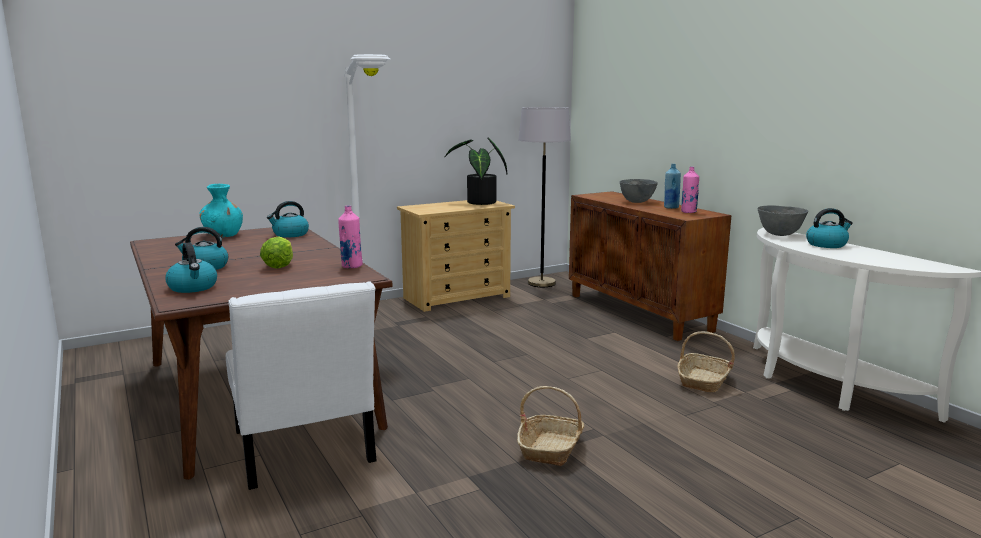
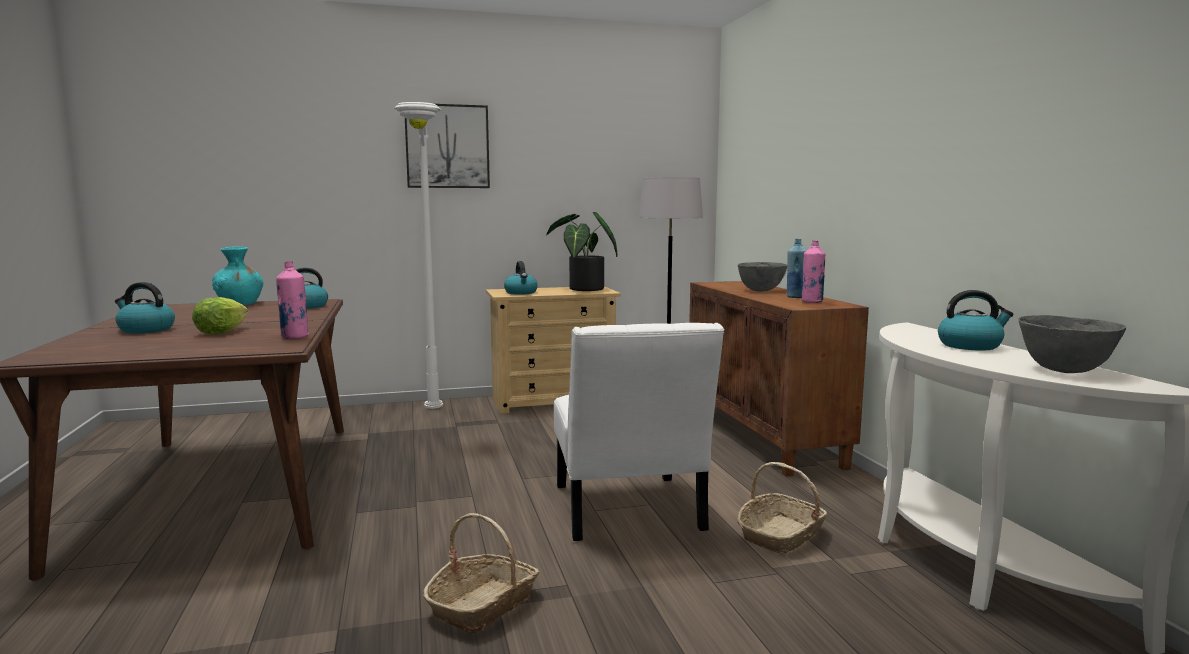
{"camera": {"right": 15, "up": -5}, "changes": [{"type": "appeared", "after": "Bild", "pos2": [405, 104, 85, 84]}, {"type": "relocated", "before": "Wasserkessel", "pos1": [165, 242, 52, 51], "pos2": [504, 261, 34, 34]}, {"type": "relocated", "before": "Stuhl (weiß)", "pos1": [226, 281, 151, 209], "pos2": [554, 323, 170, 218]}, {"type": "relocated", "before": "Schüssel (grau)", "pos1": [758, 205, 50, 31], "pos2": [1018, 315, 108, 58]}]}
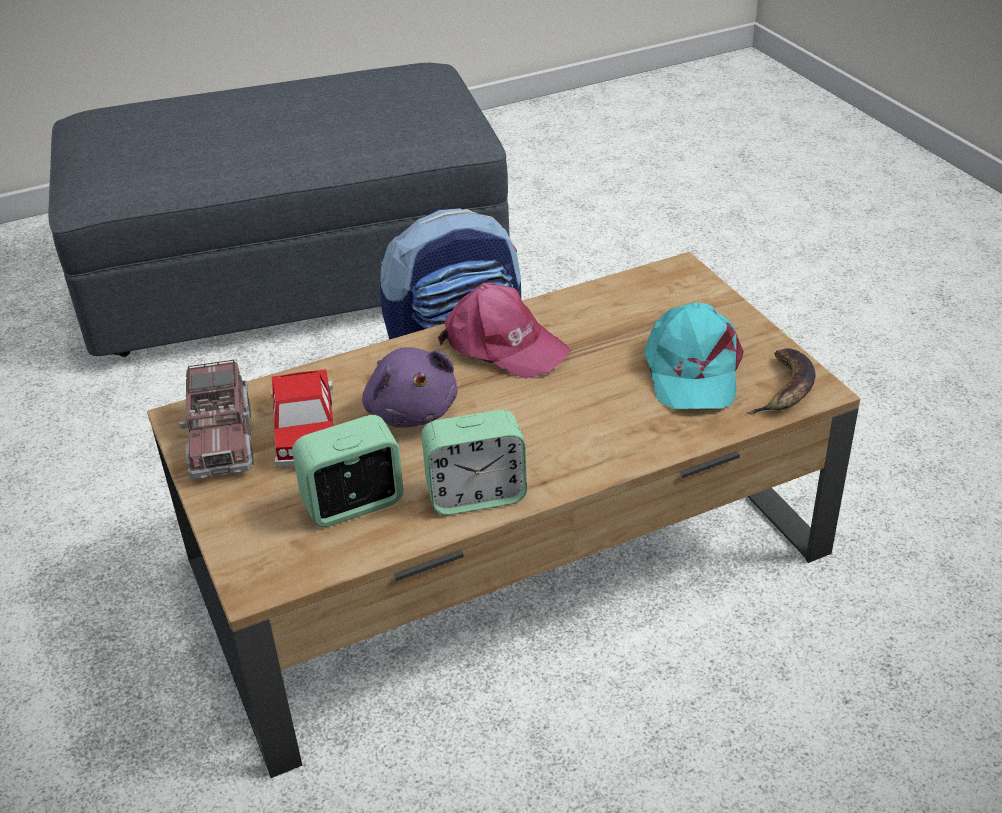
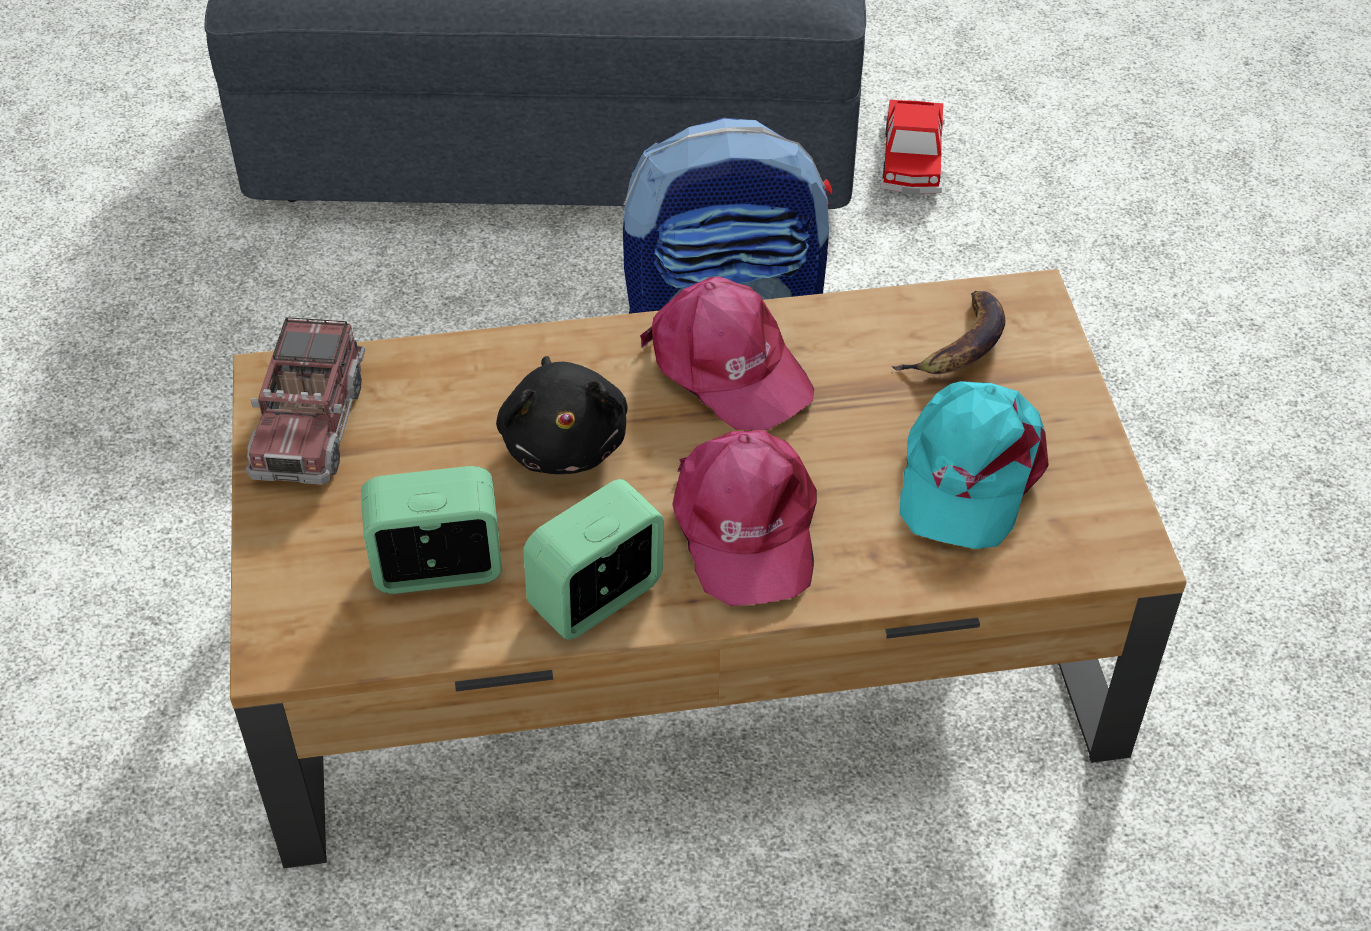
{"camera": {"right": 15, "up": 10}, "changes": [{"type": "appeared", "after": "Kappe (rosa)", "pos2": [672, 430, 145, 176]}, {"type": "relocated", "before": "Spielzeugauto", "pos1": [271, 369, 62, 98], "pos2": [880, 100, 65, 95]}, {"type": "relocated", "before": "Banane", "pos1": [747, 348, 69, 67], "pos2": [891, 291, 114, 83]}, {"type": "colour", "before": "Plüschtier (lila)", "after": "Plüschtier (schwarz)", "pos1": [362, 347, 96, 81], "pos2": [496, 356, 132, 118]}, {"type": "spun", "before": "Wecker", "pos1": [421, 410, 106, 105], "pos2": [523, 479, 141, 160], "turn": 135}]}
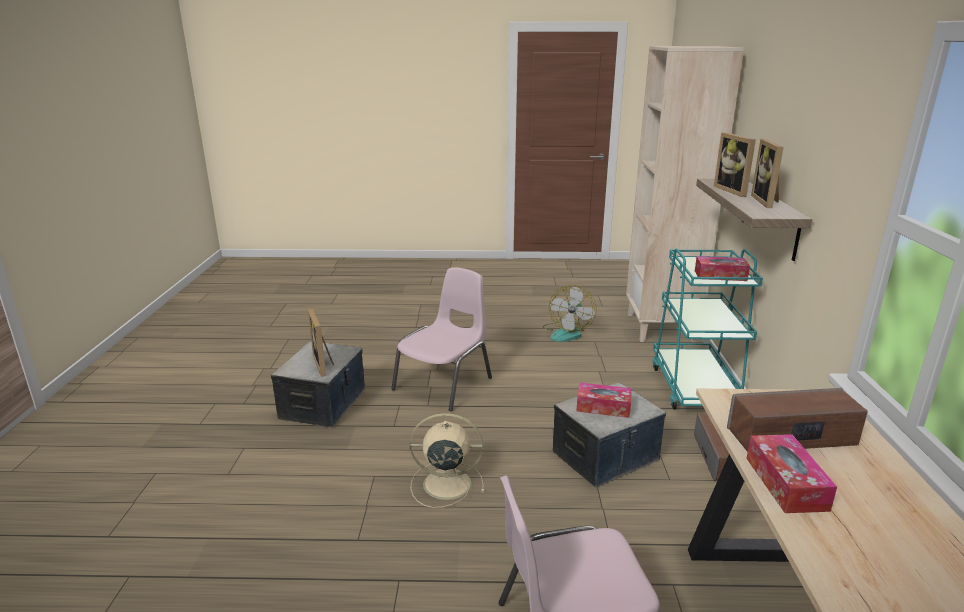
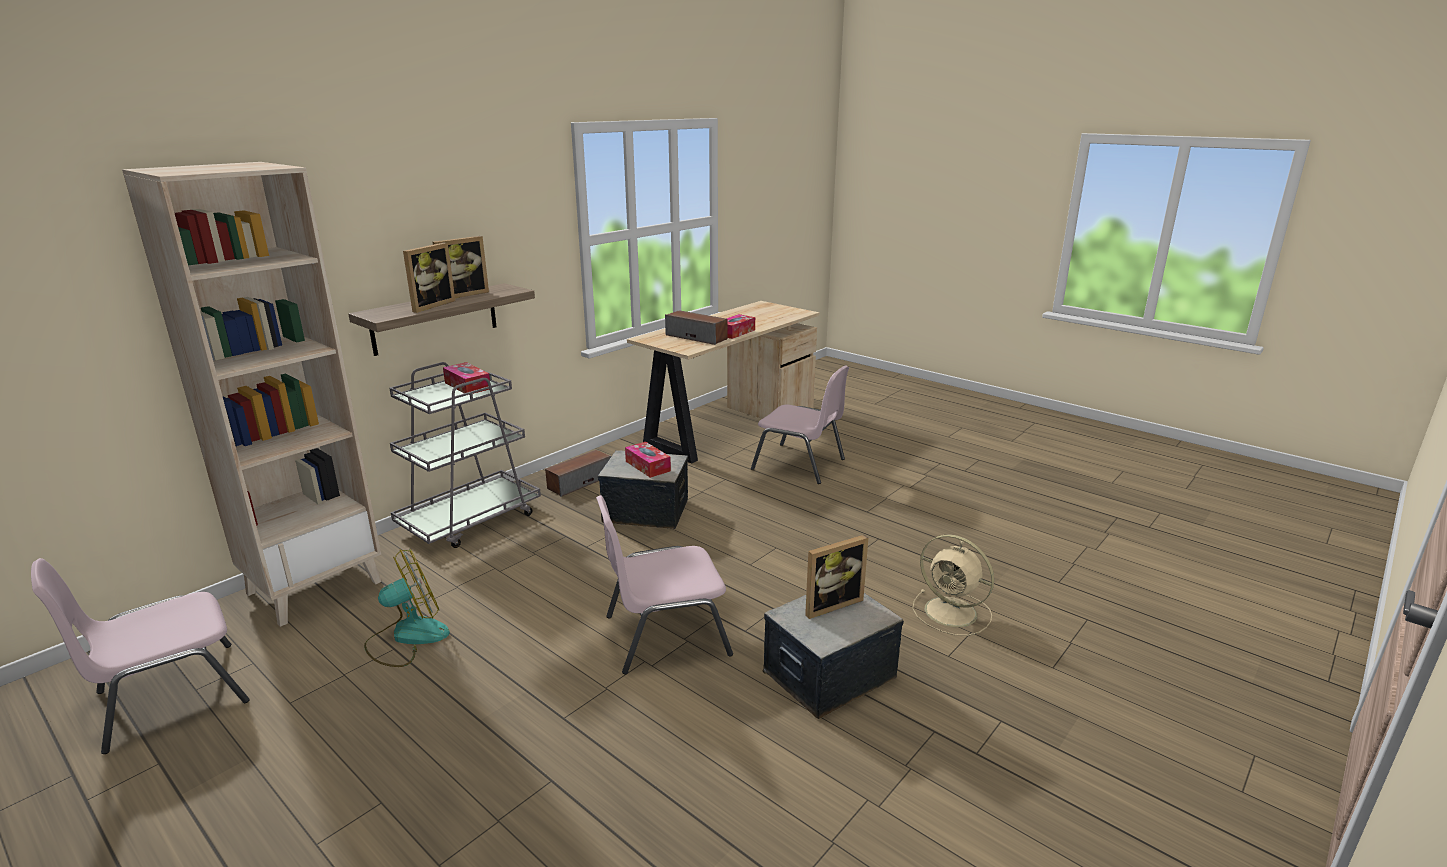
{"camera": {"right": -140, "up": 0}, "changes": [{"type": "appeared", "after": "Stuhl (rosa)", "pos2": [31, 558, 219, 196]}, {"type": "relocated", "before": "Ventilator (beige)", "pos1": [410, 413, 75, 95], "pos2": [912, 534, 82, 102]}, {"type": "colour", "before": "Rollwagen (türkis)", "after": "Rollwagen (grau)", "pos1": [652, 249, 111, 161], "pos2": [389, 362, 152, 186]}, {"type": "spun", "before": "Bilderrahmen", "pos1": [308, 308, 26, 69], "pos2": [805, 535, 63, 84], "turn": 45}]}
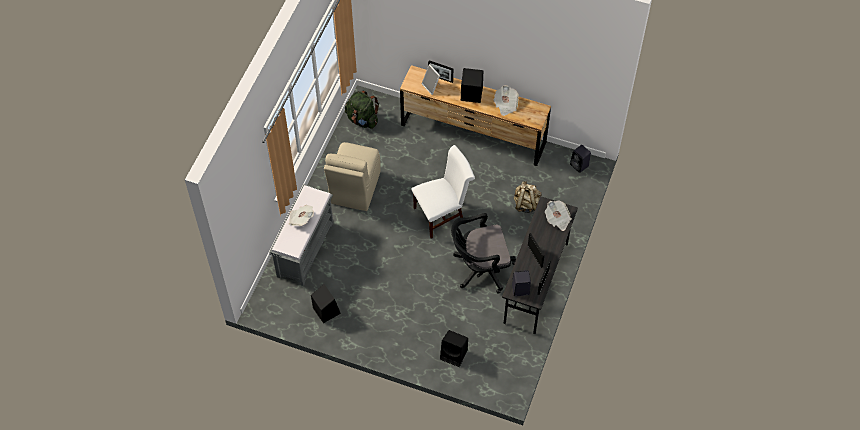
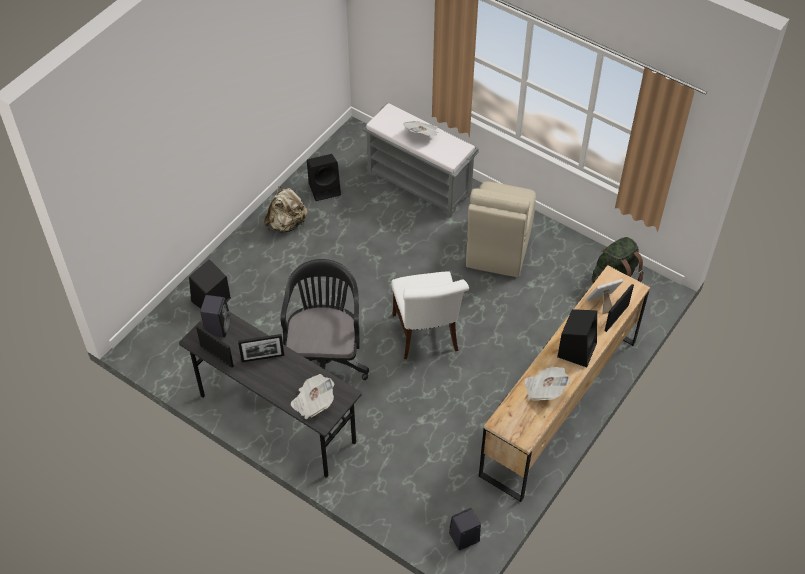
{"camera": {"right": 105, "up": -5}, "changes": [{"type": "relocated", "before": "Rucksack (beige)", "pos1": [514, 181, 27, 32], "pos2": [264, 186, 44, 46]}, {"type": "spun", "before": "Stuhl (beige)", "pos1": [324, 142, 57, 69], "pos2": [466, 181, 70, 96], "turn": -105}]}
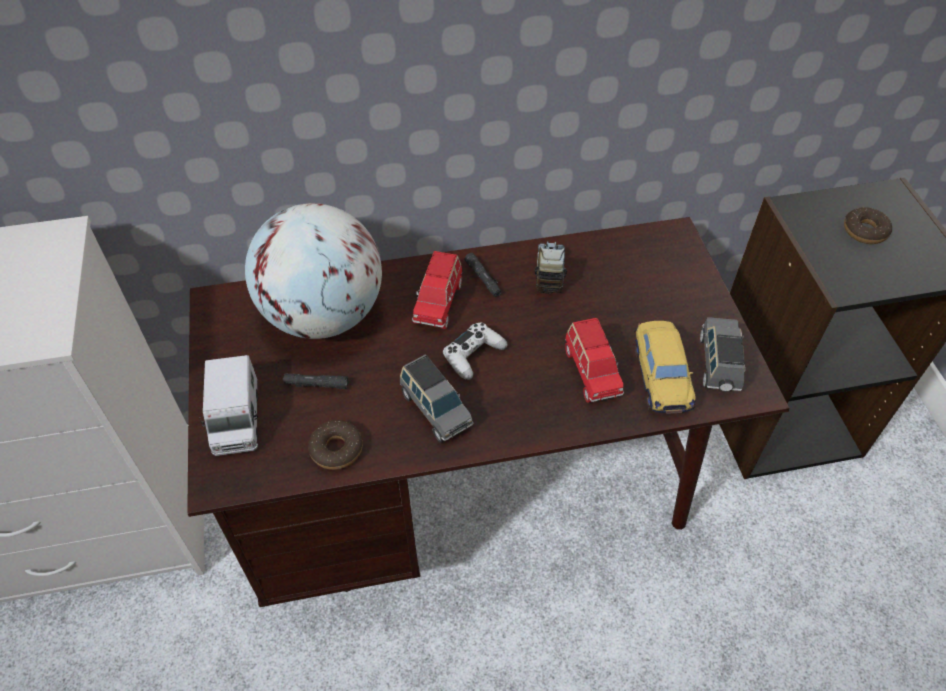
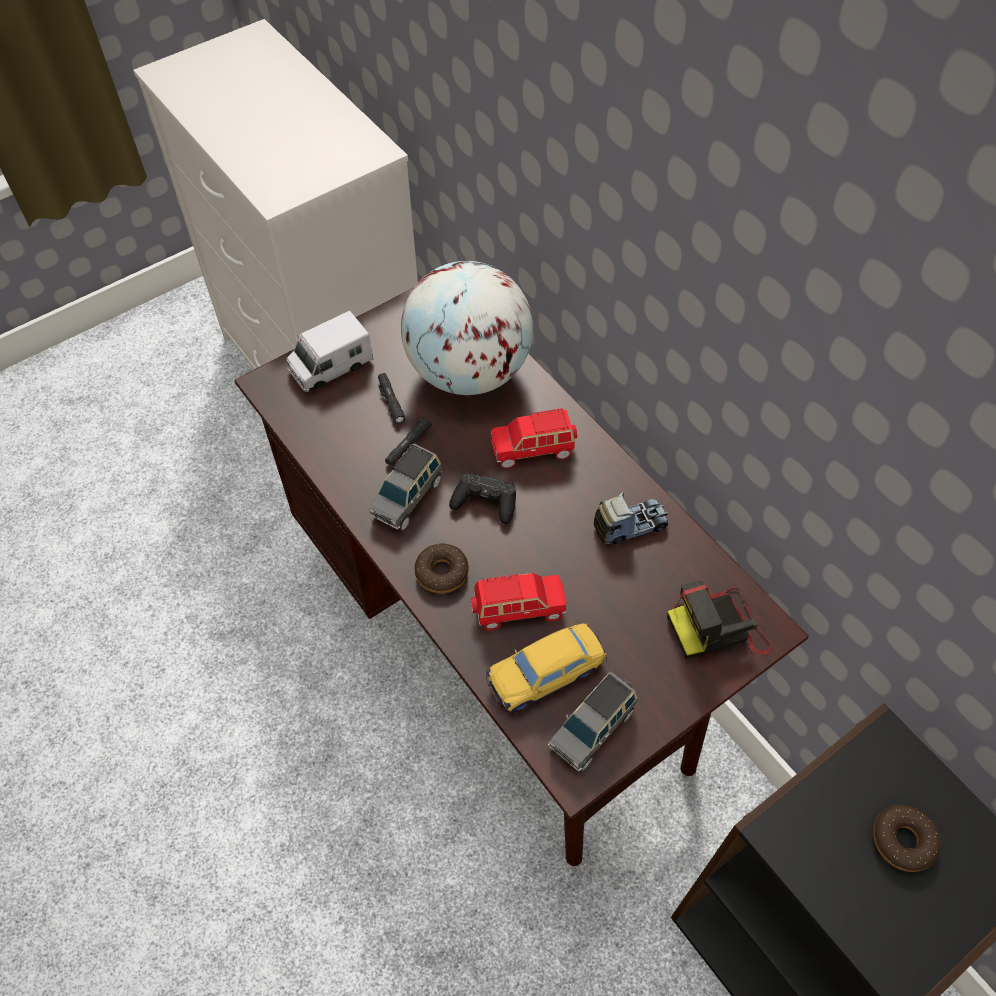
{"camera": {"right": 65, "up": 5}, "changes": [{"type": "appeared", "after": "Kamera", "pos2": [667, 581, 106, 78]}, {"type": "relocated", "before": "Donut", "pos1": [308, 420, 55, 50], "pos2": [414, 544, 55, 50]}, {"type": "relocated", "before": "Taschenlampe (schwarz)", "pos1": [464, 253, 37, 44], "pos2": [385, 417, 47, 49]}, {"type": "colour", "before": "Gamepad (weiß)", "after": "Gamepad (schwarz)", "pos1": [443, 323, 65, 57], "pos2": [449, 473, 67, 51]}, {"type": "spun", "before": "Spielzeugauto (rot)", "pos1": [565, 318, 59, 85], "pos2": [471, 573, 95, 57], "turn": -150}, {"type": "spun", "before": "Spielzeugauto (grau)", "pos1": [700, 317, 45, 74], "pos2": [548, 672, 90, 99], "turn": 150}]}
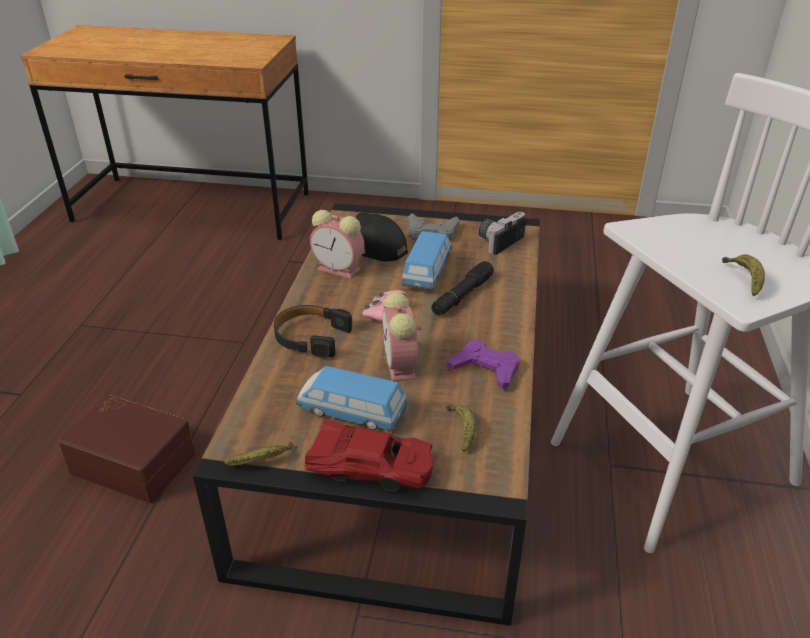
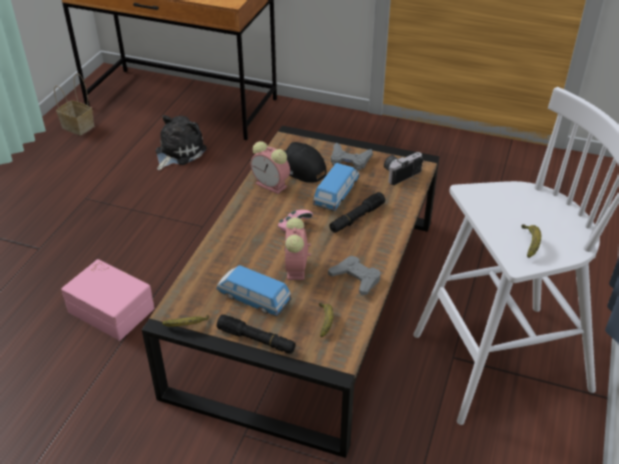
{"camera": {"right": 10, "up": 5}, "changes": [{"type": "missing", "before": "Kopfhörer (schwarz)", "pos1": [274, 305, 78, 53]}, {"type": "appeared", "after": "Korb", "pos2": [54, 73, 40, 62]}, {"type": "appeared", "after": "Plüschtier", "pos2": [156, 115, 51, 55]}, {"type": "exchanged", "before": "Spielzeugauto (rot)", "after": "Taschenlampe (schwarz)", "pos1": [305, 418, 128, 74], "pos2": [217, 315, 79, 39]}, {"type": "colour", "before": "Aufbewahrungsbox (braun)", "after": "Aufbewahrungsbox (rosa)", "pos1": [58, 395, 137, 108], "pos2": [61, 259, 94, 81]}, {"type": "colour", "before": "Gamepad (lila)", "after": "Gamepad (grau)", "pos1": [447, 340, 72, 49], "pos2": [328, 256, 53, 40]}]}
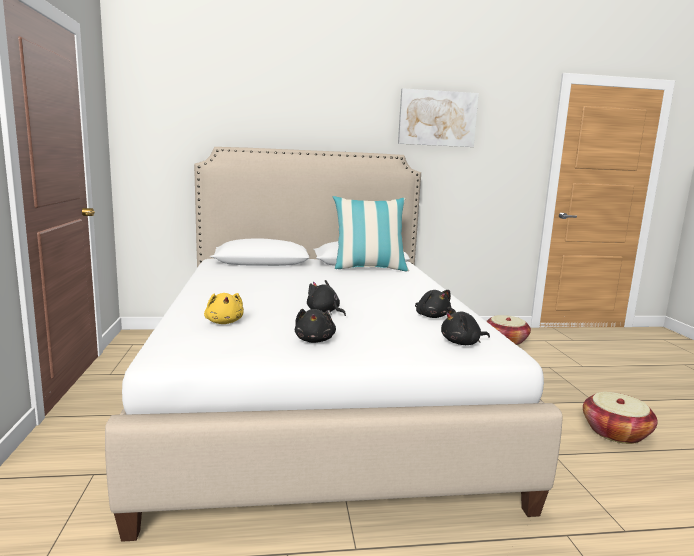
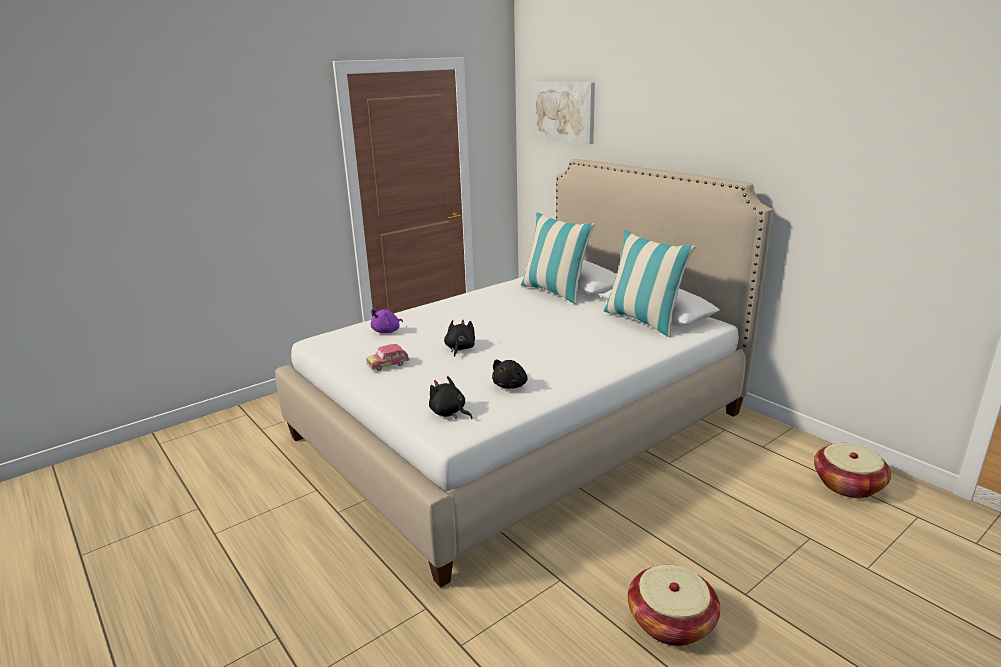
{"camera": {"right": 60, "up": 10}, "changes": [{"type": "appeared", "after": "Kissen", "pos2": [521, 212, 74, 92]}, {"type": "relocated", "before": "Bild", "pos1": [398, 88, 81, 59], "pos2": [532, 81, 63, 63]}, {"type": "exchanged", "before": "Plüschtier (schwarz)", "after": "Spielzeugauto", "pos1": [295, 309, 41, 34], "pos2": [366, 344, 44, 27]}, {"type": "colour", "before": "Plüschtier (gelb)", "after": "Plüschtier (lila)", "pos1": [204, 293, 40, 31], "pos2": [371, 309, 32, 24]}]}
